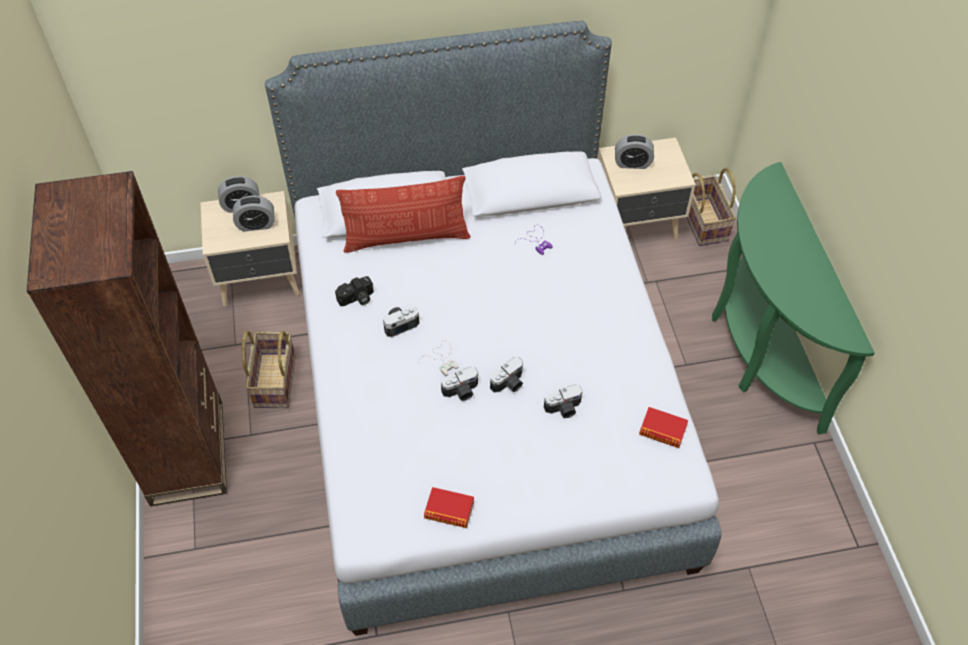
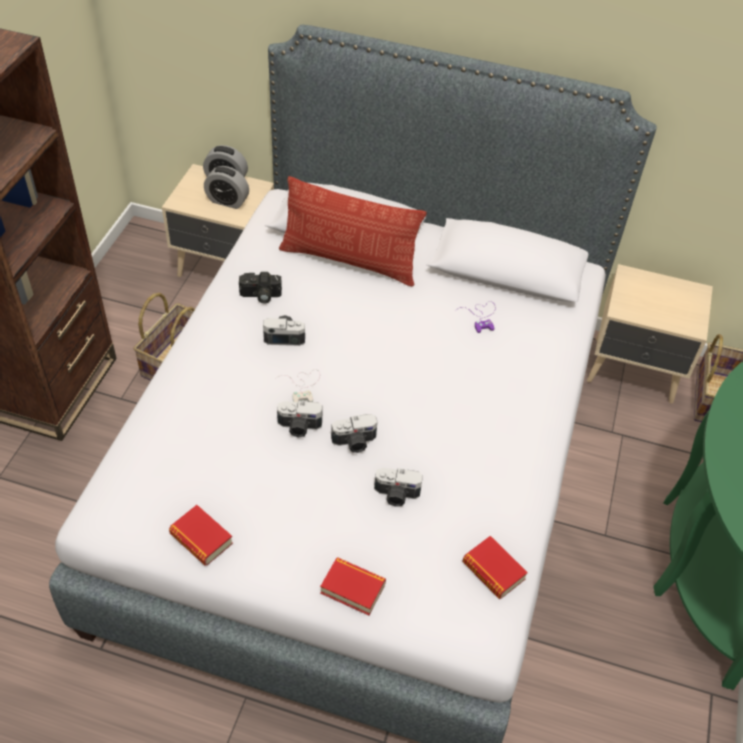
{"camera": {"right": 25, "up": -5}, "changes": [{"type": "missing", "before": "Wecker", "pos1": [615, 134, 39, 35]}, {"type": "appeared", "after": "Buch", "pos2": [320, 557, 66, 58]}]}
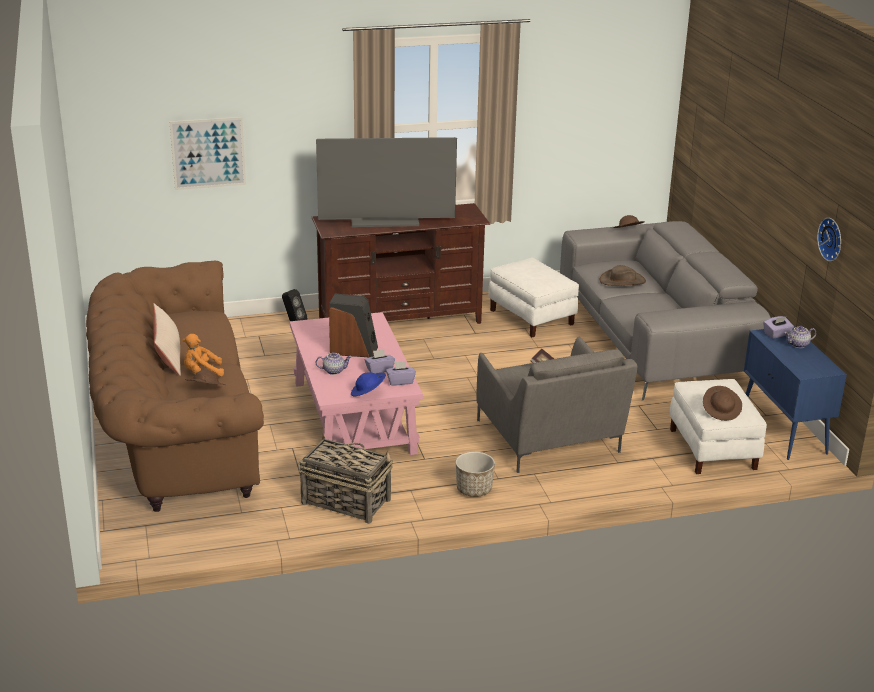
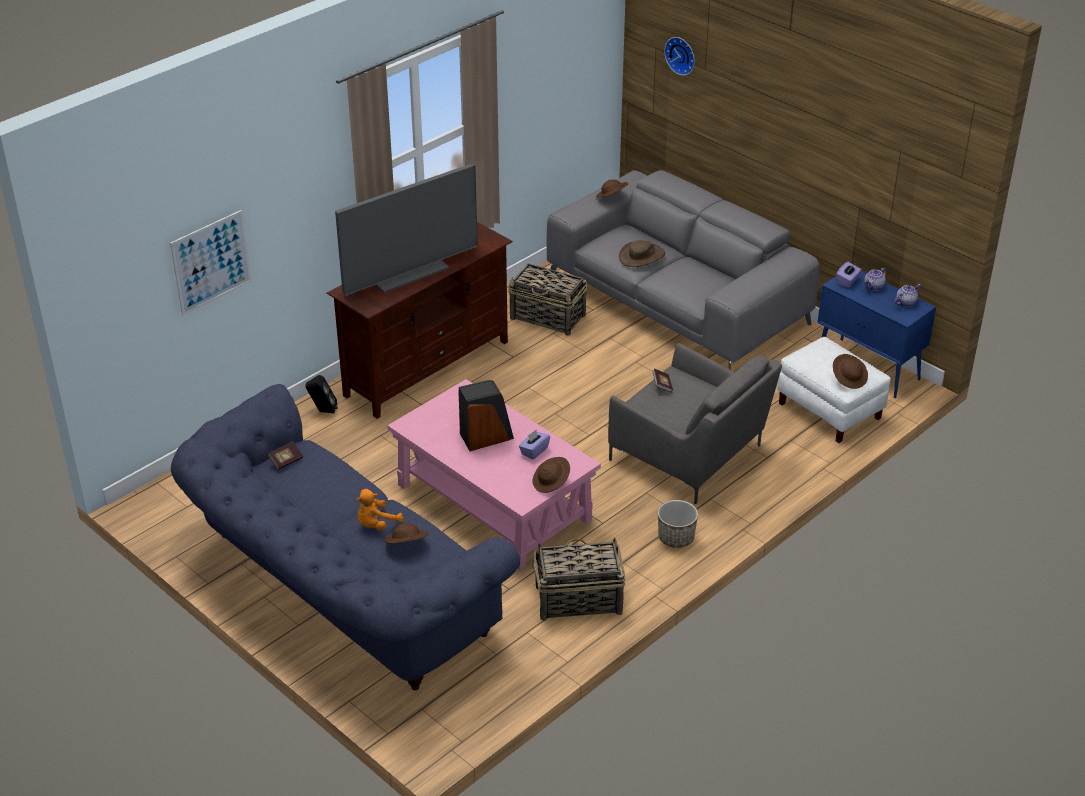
{"camera": {"right": -30, "up": 10}, "changes": [{"type": "missing", "before": "Kissen (beige)", "pos1": [153, 303, 28, 73]}, {"type": "missing", "before": "Taschentuchbox (lila)", "pos1": [386, 361, 30, 25]}, {"type": "appeared", "after": "Buch", "pos2": [268, 441, 35, 29]}, {"type": "relocated", "before": "Teekanne", "pos1": [315, 352, 37, 23], "pos2": [895, 284, 26, 23]}, {"type": "relocated", "before": "Wanduhr", "pos1": [817, 218, 24, 44], "pos2": [664, 37, 31, 39]}, {"type": "exchanged", "before": "Polsterhocker (weiß)", "after": "Korb", "pos1": [489, 258, 90, 79], "pos2": [508, 264, 80, 72]}, {"type": "colour", "before": "Sofa (braun)", "after": "Sofa (blau)", "pos1": [86, 261, 178, 251], "pos2": [171, 384, 349, 306]}, {"type": "colour", "before": "Hut (blau)", "after": "Hut (braun)", "pos1": [351, 372, 35, 24], "pos2": [532, 457, 38, 36]}]}
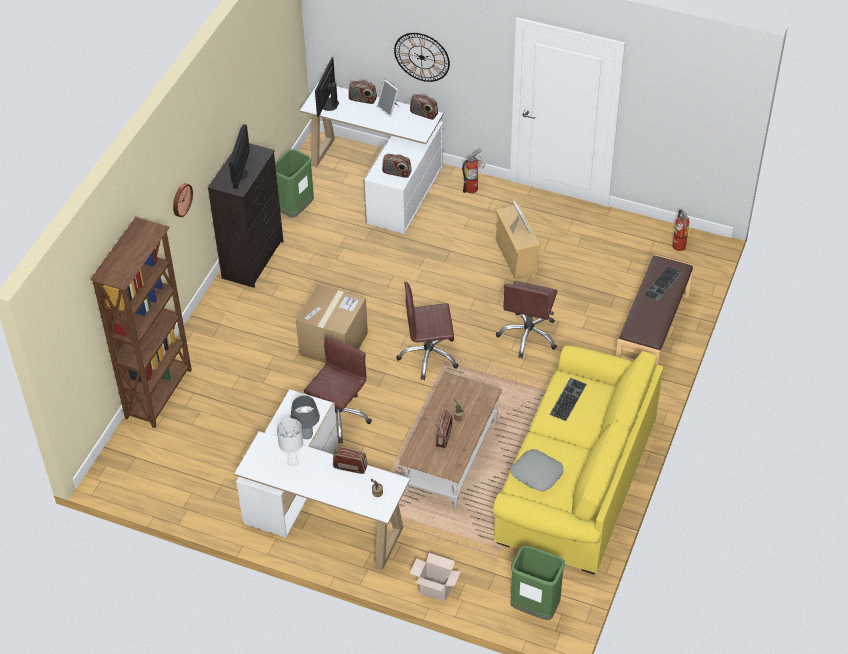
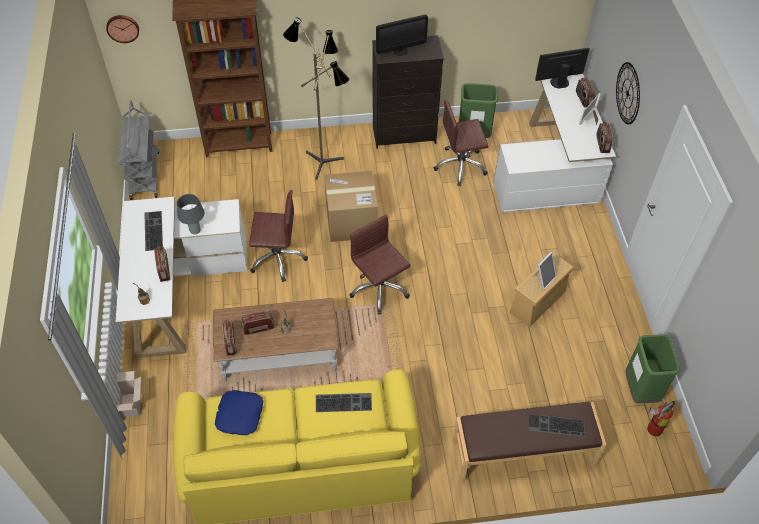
{"camera": {"right": 60, "up": 5}, "changes": [{"type": "missing", "before": "Feuerlöscher", "pos1": [462, 149, 24, 44]}, {"type": "appeared", "after": "Rollwagen (grau)", "pos2": [118, 101, 41, 99]}, {"type": "appeared", "after": "Stehlampe", "pos2": [283, 18, 67, 162]}, {"type": "relocated", "before": "Wanduhr", "pos1": [173, 183, 20, 34], "pos2": [106, 15, 33, 28]}, {"type": "relocated", "before": "Radio", "pos1": [382, 154, 30, 24], "pos2": [222, 320, 15, 36]}, {"type": "relocated", "before": "Bürostuhl (braun)", "pos1": [496, 281, 61, 77], "pos2": [434, 100, 55, 86]}, {"type": "relocated", "before": "Mülleimer (grün)", "pos1": [511, 545, 54, 75], "pos2": [625, 334, 55, 70]}, {"type": "exchanged", "before": "Tischlampe (weiß)", "after": "Tastatur", "pos1": [277, 418, 26, 48], "pos2": [144, 211, 19, 40]}, {"type": "colour", "before": "Kissen (grau)", "after": "Kissen (blau)", "pos1": [511, 449, 53, 42], "pos2": [215, 390, 48, 45]}]}
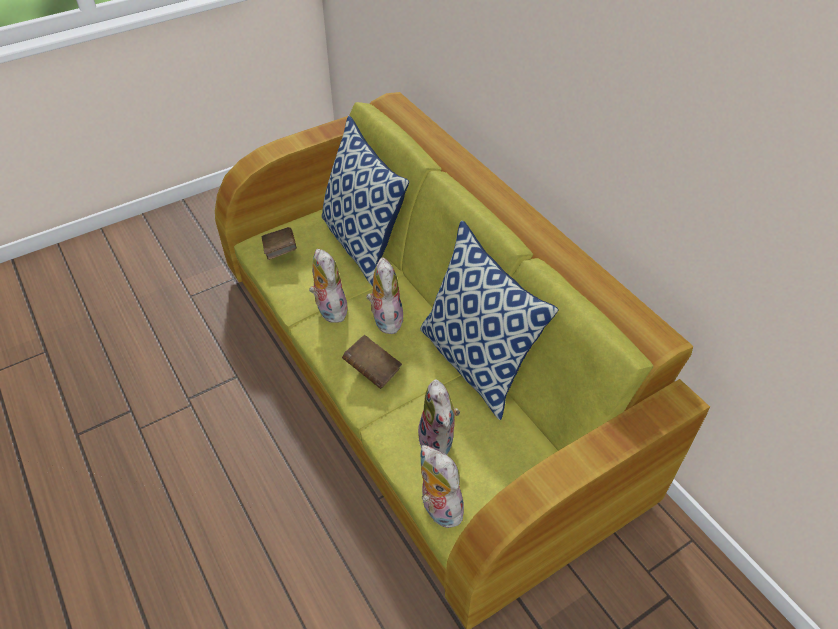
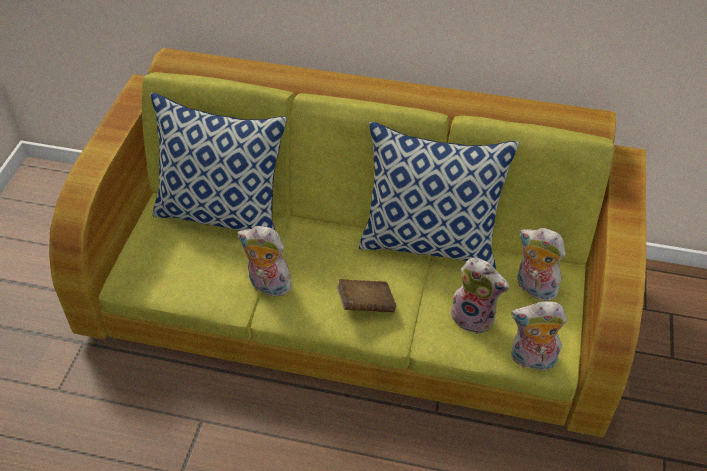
{"camera": {"right": -45, "up": 0}, "changes": [{"type": "missing", "before": "Buch (braun)", "pos1": [262, 227, 35, 33]}, {"type": "relocated", "before": "Plüschtier", "pos1": [367, 257, 37, 77], "pos2": [518, 228, 48, 73]}]}
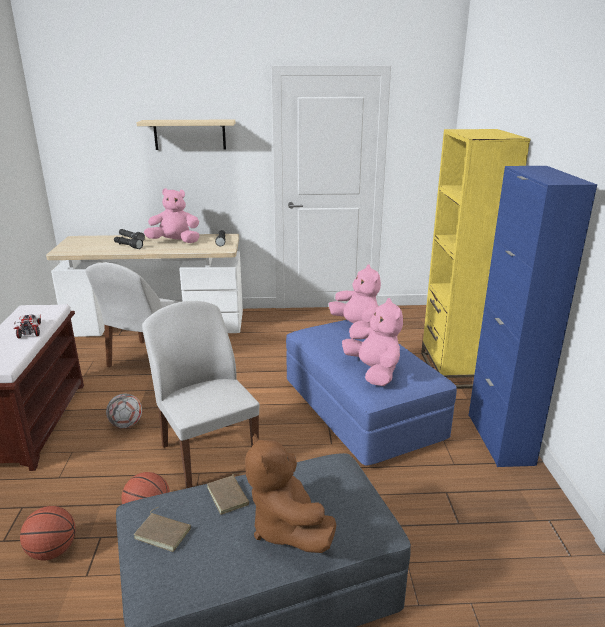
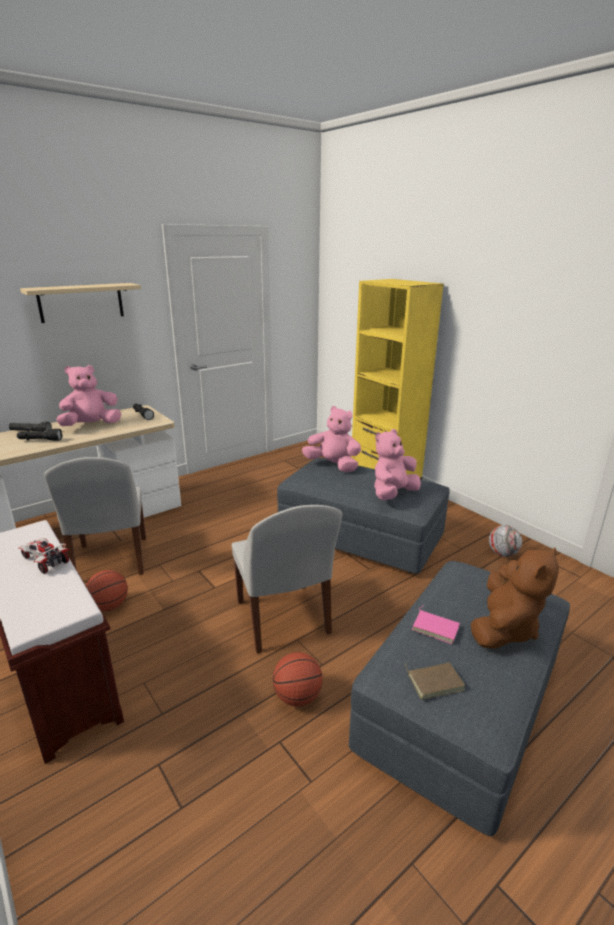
{"camera": {"right": -35, "up": 0}, "changes": [{"type": "missing", "before": "Schrank (blau)", "pos1": [468, 166, 129, 301]}, {"type": "relocated", "before": "Basketball", "pos1": [20, 506, 56, 54], "pos2": [86, 570, 42, 41]}, {"type": "relocated", "before": "Fußball", "pos1": [106, 394, 36, 34], "pos2": [489, 525, 33, 32]}, {"type": "colour", "before": "Buch (braun)", "after": "Buch (rosa)", "pos1": [207, 473, 42, 42], "pos2": [412, 605, 48, 39]}, {"type": "colour", "before": "Polsterhocker (blau)", "after": "Polsterhocker (grau)", "pos1": [286, 320, 171, 146], "pos2": [277, 458, 173, 115]}, {"type": "spun", "before": "Stuhl (weiß)", "pos1": [142, 301, 117, 187], "pos2": [232, 505, 110, 149], "turn": -135}, {"type": "spun", "before": "Plüschtier (braun)", "pos1": [245, 434, 91, 119], "pos2": [471, 548, 88, 101], "turn": -90}, {"type": "spun", "before": "Plüschtier (rosa)", "pos1": [342, 298, 61, 88], "pos2": [374, 429, 47, 71], "turn": -75}]}
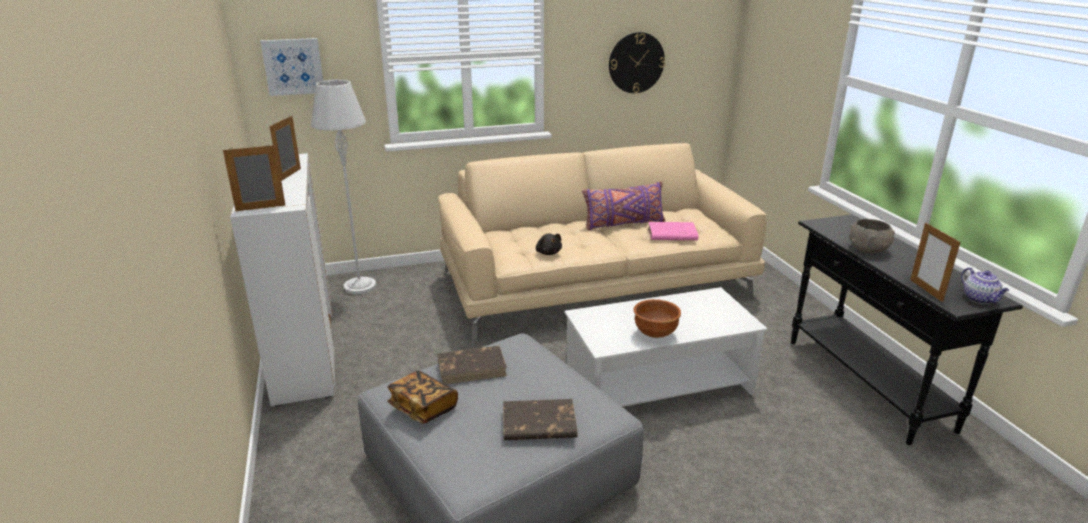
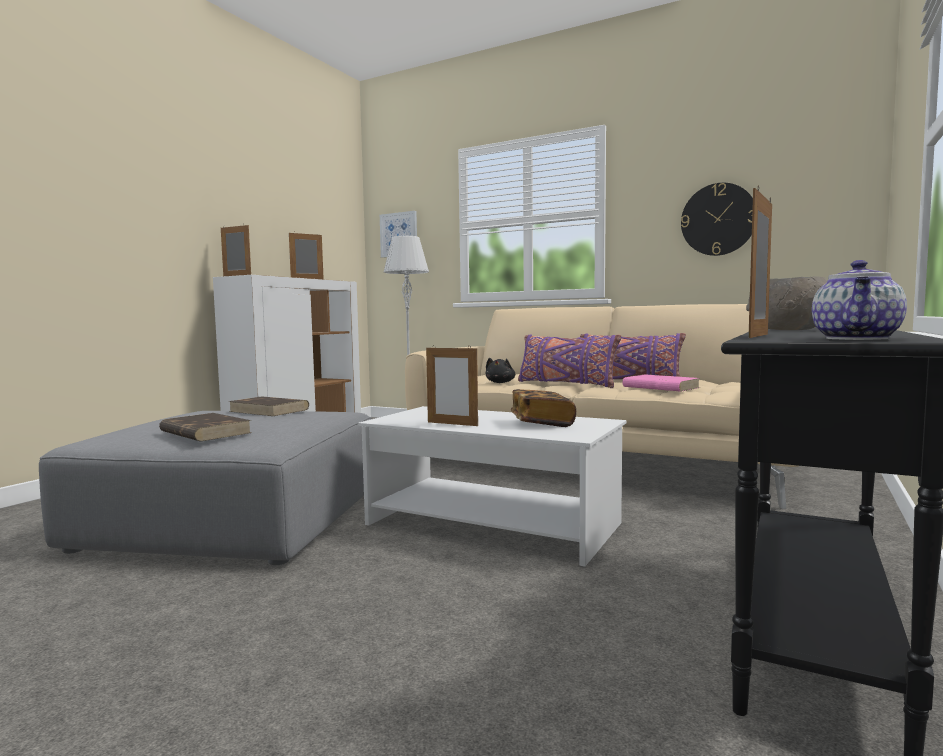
{"camera": {"right": 45, "up": -20}, "changes": [{"type": "appeared", "after": "Kissen (lila)", "pos2": [518, 335, 103, 53]}, {"type": "relocated", "before": "Buch", "pos1": [387, 371, 71, 53], "pos2": [511, 389, 65, 38]}, {"type": "exchanged", "before": "Schüssel (braun)", "after": "Bilderrahmen", "pos1": [633, 299, 48, 39], "pos2": [426, 345, 52, 81]}]}
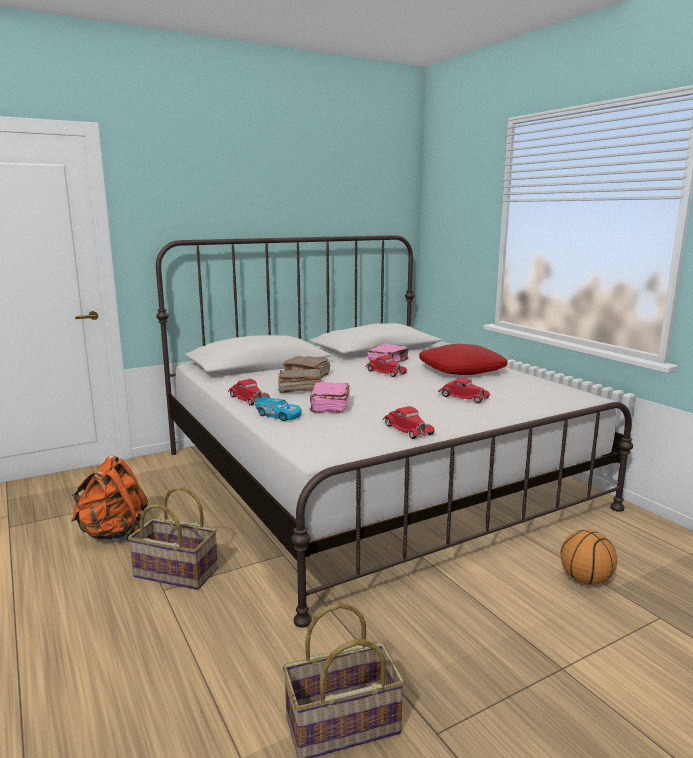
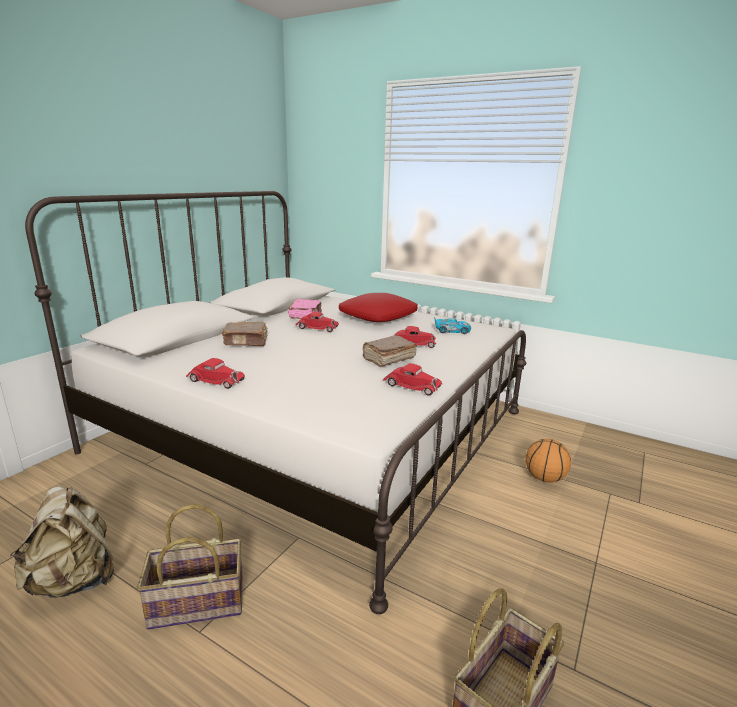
{"camera": {"right": -30, "up": 5}, "changes": [{"type": "missing", "before": "Buch (rosa)", "pos1": [310, 382, 40, 31]}, {"type": "relocated", "before": "Spielzeugauto", "pos1": [255, 395, 47, 26], "pos2": [434, 317, 37, 17]}, {"type": "relocated", "before": "Buch (braun)", "pos1": [278, 369, 43, 24], "pos2": [362, 335, 55, 32]}, {"type": "colour", "before": "Rucksack (orange)", "after": "Rucksack (beige)", "pos1": [72, 456, 76, 85], "pos2": [10, 486, 104, 112]}]}
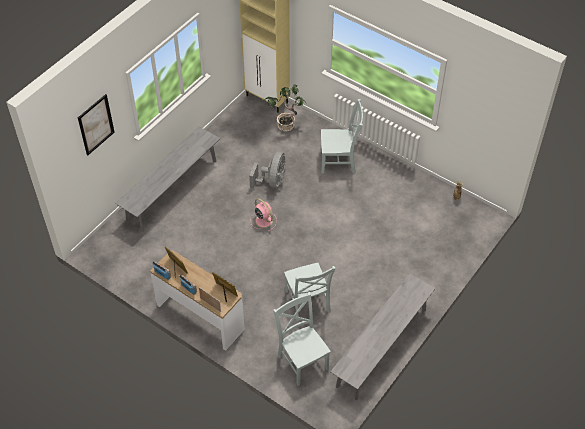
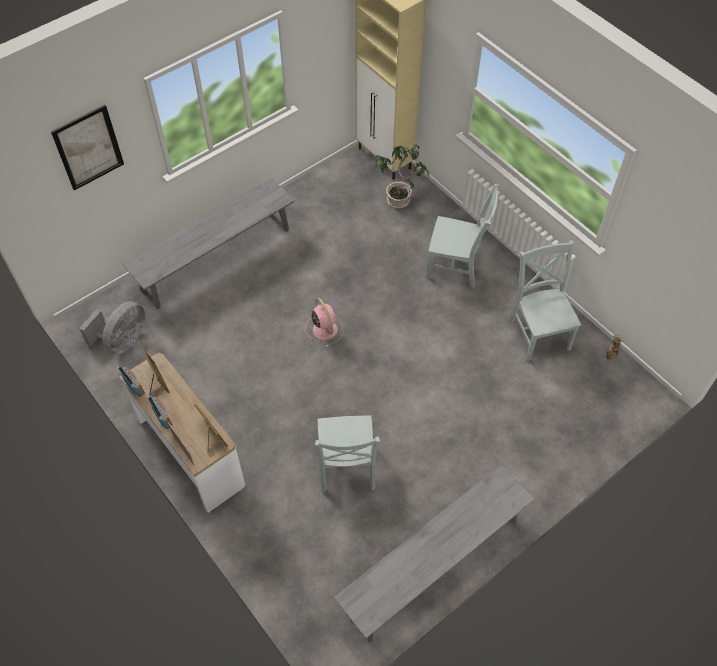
{"camera": {"right": 15, "up": 5}, "changes": [{"type": "relocated", "before": "Ventilator (grau)", "pos1": [249, 152, 37, 37], "pos2": [79, 301, 66, 53]}, {"type": "relocated", "before": "Stuhl (grau)", "pos1": [273, 292, 58, 94], "pos2": [508, 240, 73, 121]}]}
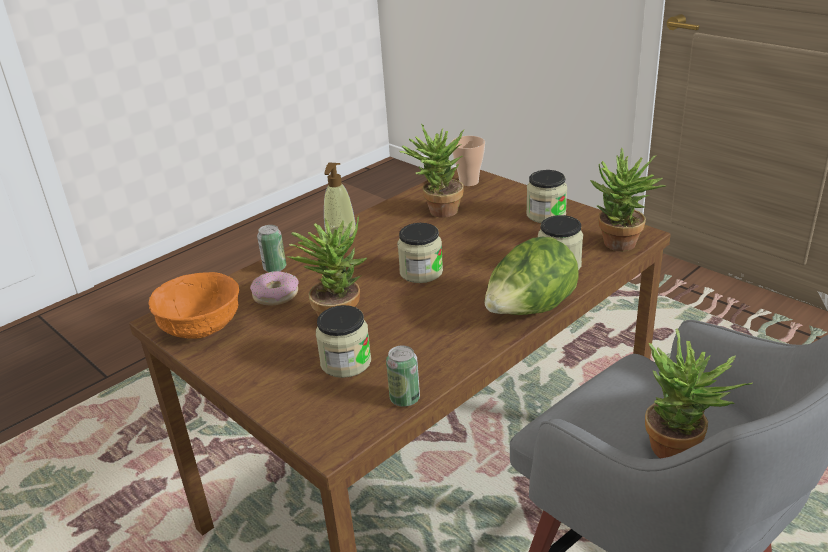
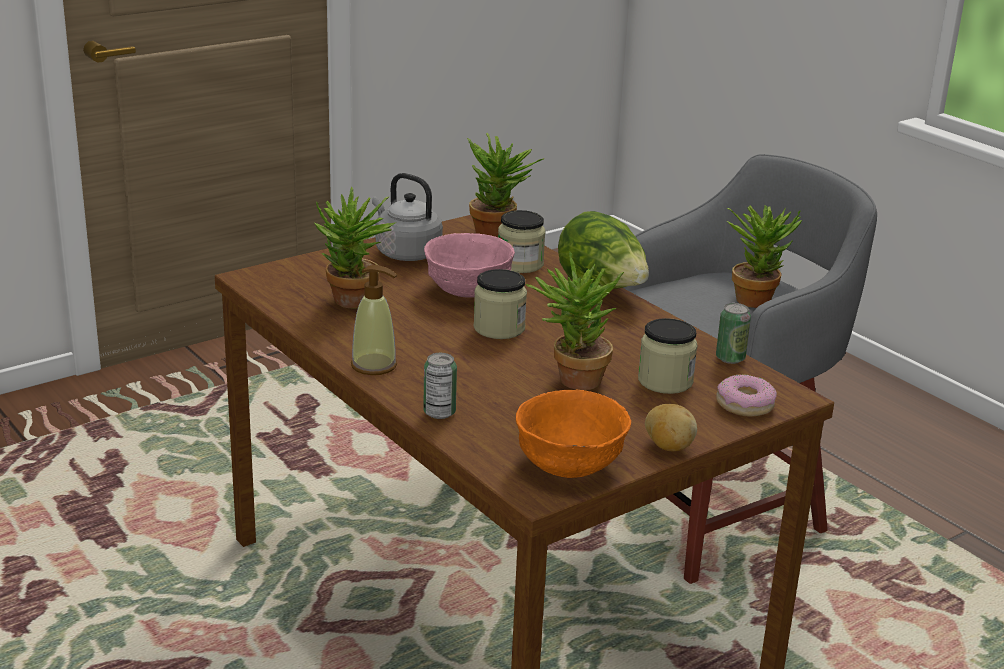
{"camera": {"right": -85, "up": -5}, "changes": [{"type": "missing", "before": "Tasse", "pos1": [451, 136, 34, 50]}, {"type": "appeared", "after": "Schüssel (rosa)", "pos2": [424, 233, 91, 65]}, {"type": "appeared", "after": "Kartoffel", "pos2": [645, 404, 52, 47]}, {"type": "relocated", "before": "Donut", "pos1": [250, 271, 49, 34], "pos2": [716, 374, 61, 43]}, {"type": "exchanged", "before": "Vorratsglas", "after": "Wasserkessel (grau)", "pos1": [526, 170, 41, 53], "pos2": [372, 173, 71, 88]}]}
